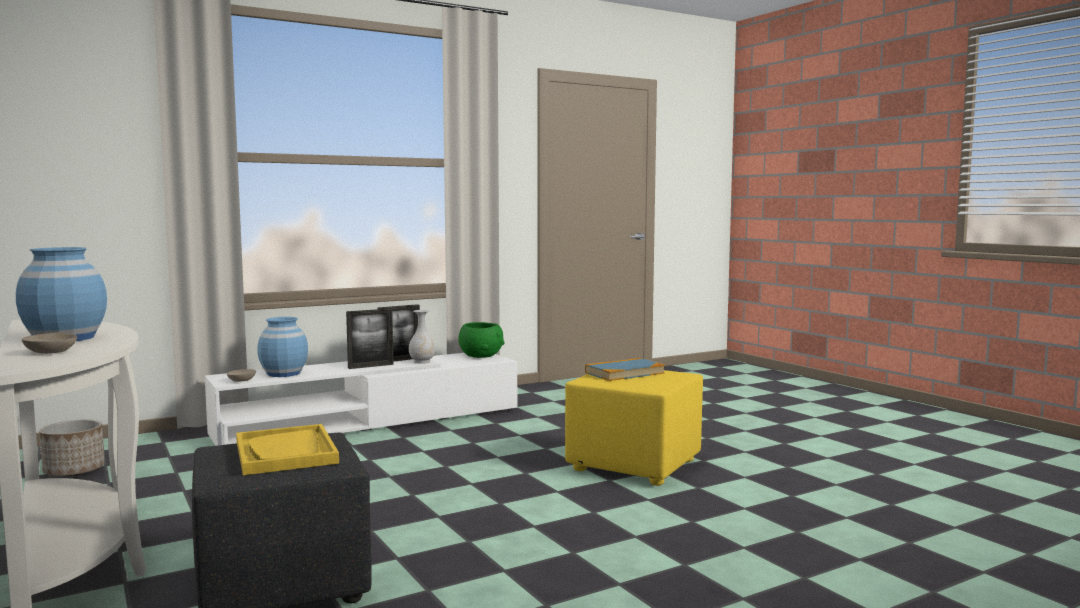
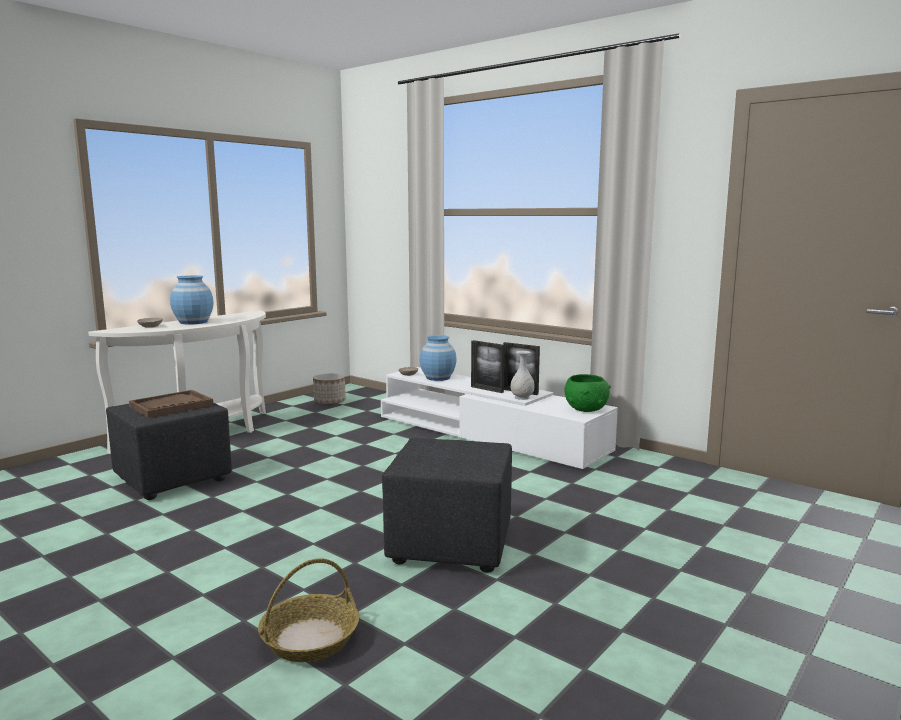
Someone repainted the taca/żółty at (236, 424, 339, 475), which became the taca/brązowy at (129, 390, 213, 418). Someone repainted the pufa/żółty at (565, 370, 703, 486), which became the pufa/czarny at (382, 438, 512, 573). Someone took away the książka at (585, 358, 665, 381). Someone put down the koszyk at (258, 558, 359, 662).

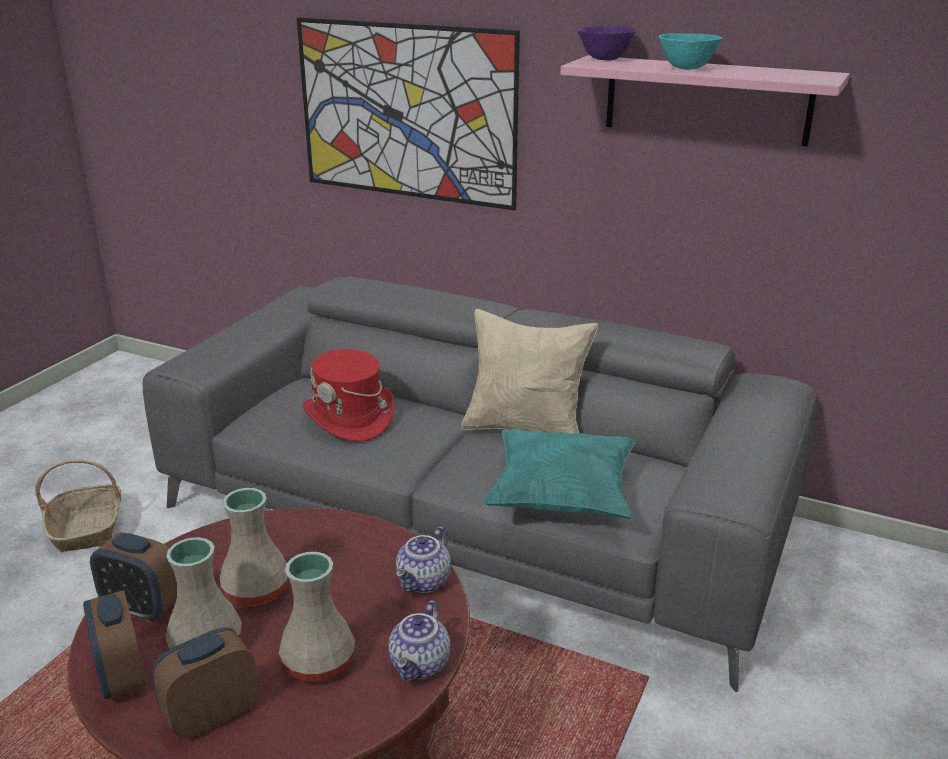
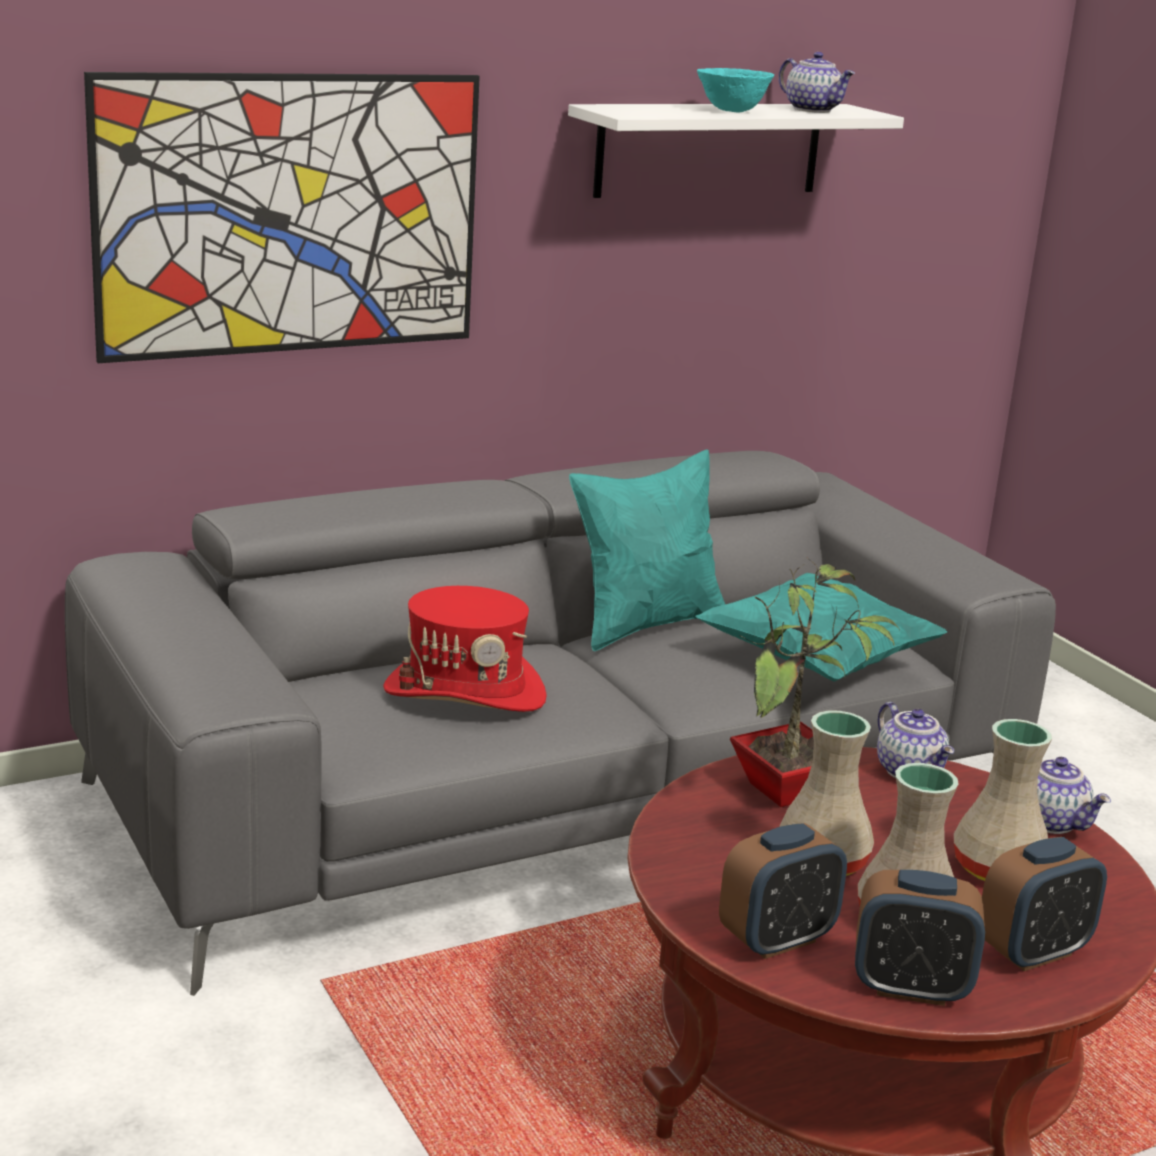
Someone took away the koszyk at (35, 459, 121, 552). Someone rotated the budzik at (152, 627, 259, 738) by 120 degrees counterclockwise. Someone repainted the poduszka/beżowy at (461, 309, 598, 434), which became the poduszka/turkusowy at (569, 449, 725, 651). Someone repainted the półka/różowy at (561, 55, 850, 147), which became the półka/biały at (568, 104, 904, 198). Someone took away the miska/fioletowy at (577, 26, 636, 61). Someone put down the roślina doniczkowa at (730, 557, 900, 807). Someone put down the imbryk at (778, 52, 855, 113).

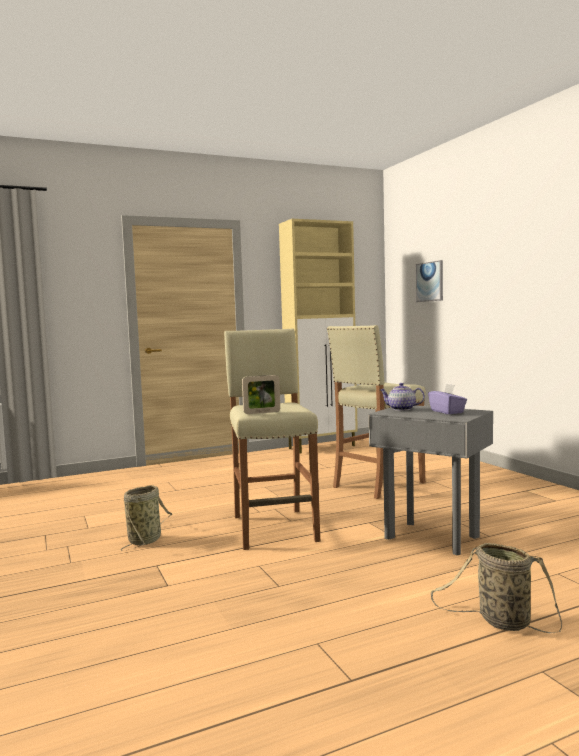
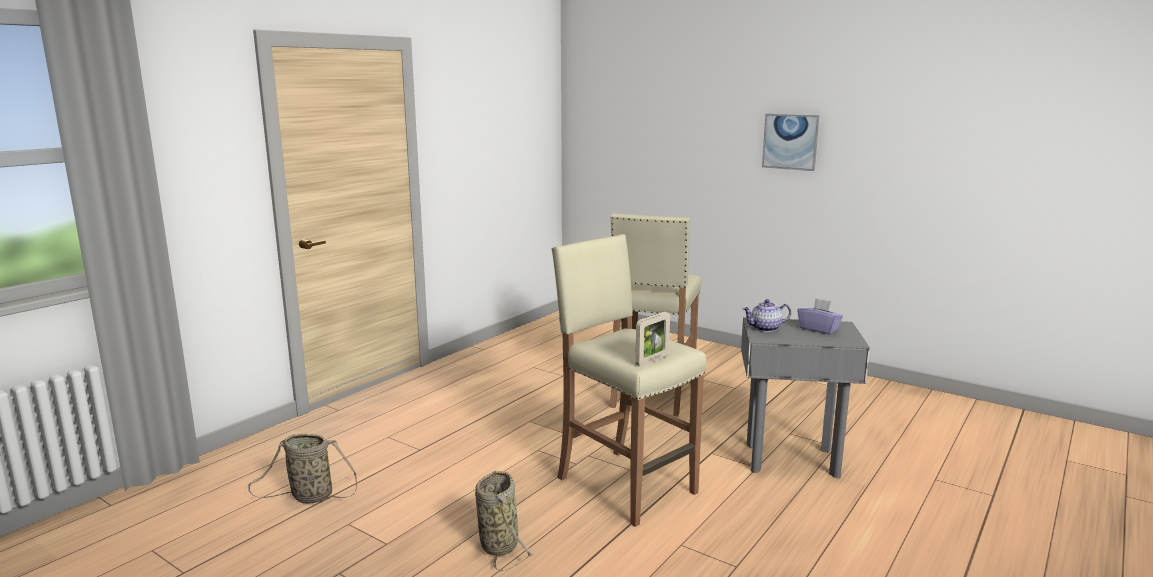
Someone took away the szafka/beżowy at (279, 219, 358, 454). Someone carried the obraz from (416, 260, 443, 302) to (762, 114, 820, 171). Someone carried the koszyk from (431, 543, 562, 633) to (248, 434, 357, 504).

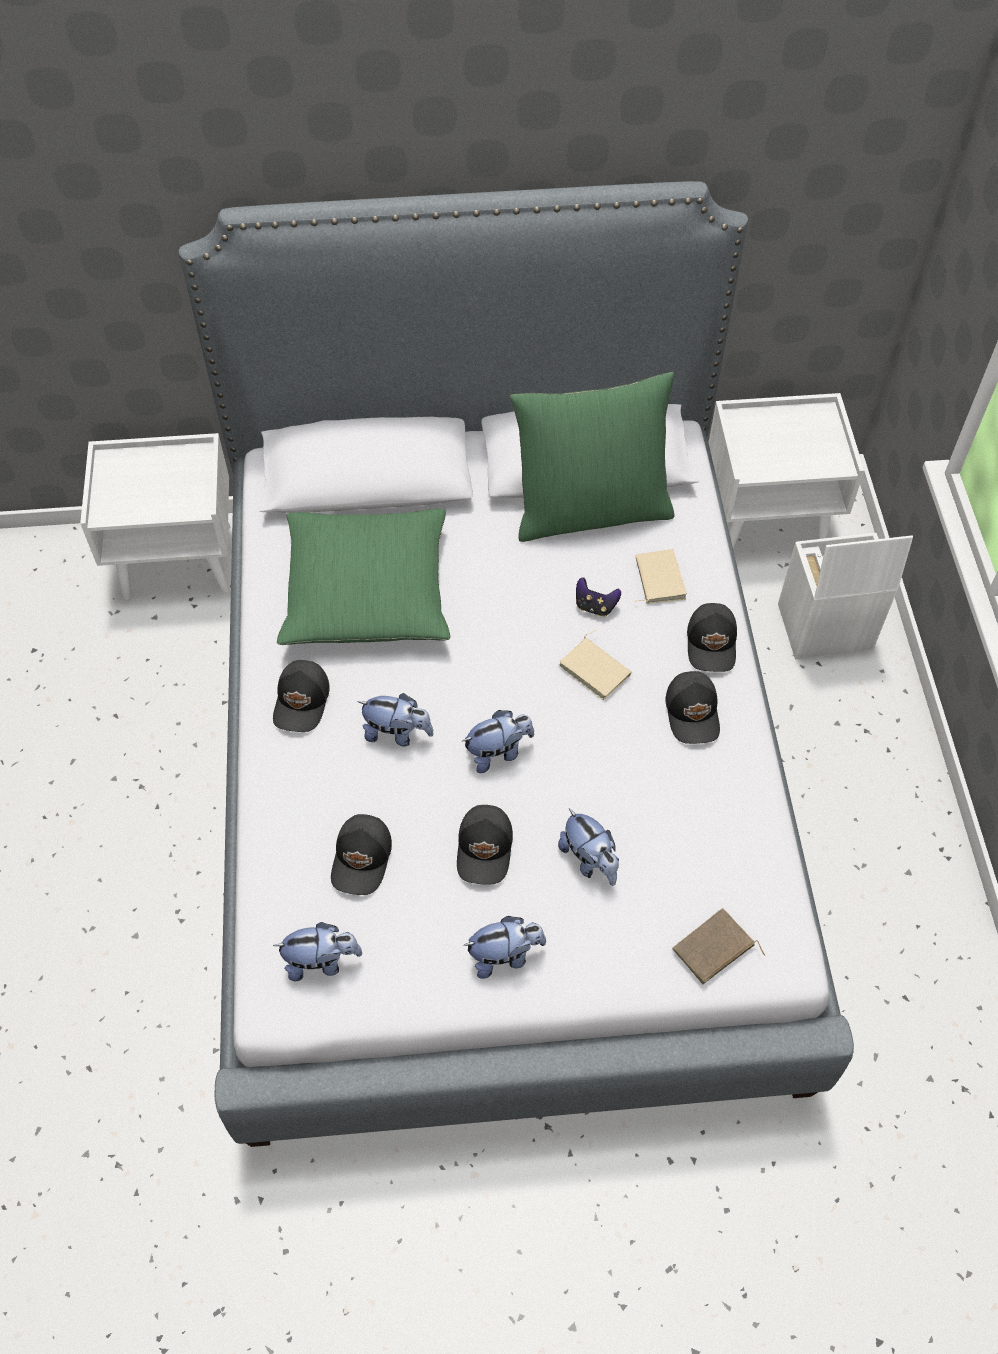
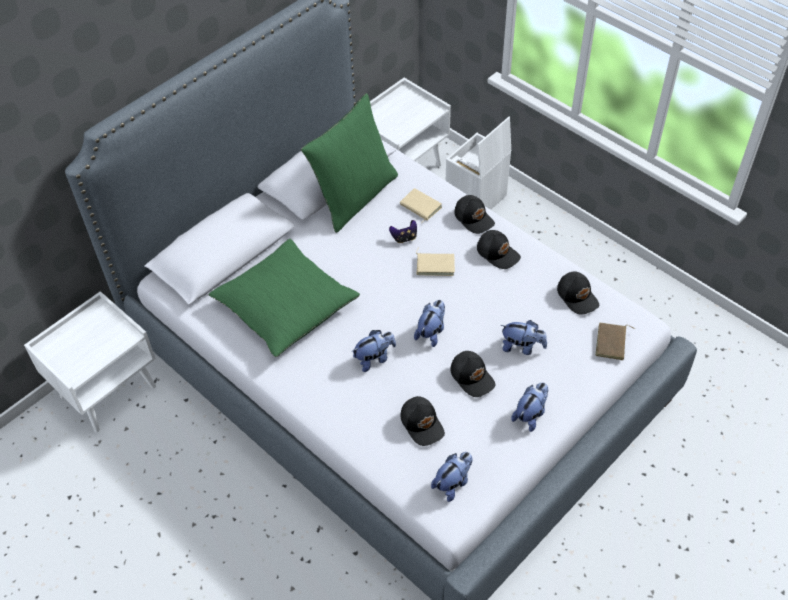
Someone carried the czapka z daszkiem/czarny from (273, 660, 330, 732) to (557, 271, 599, 315).

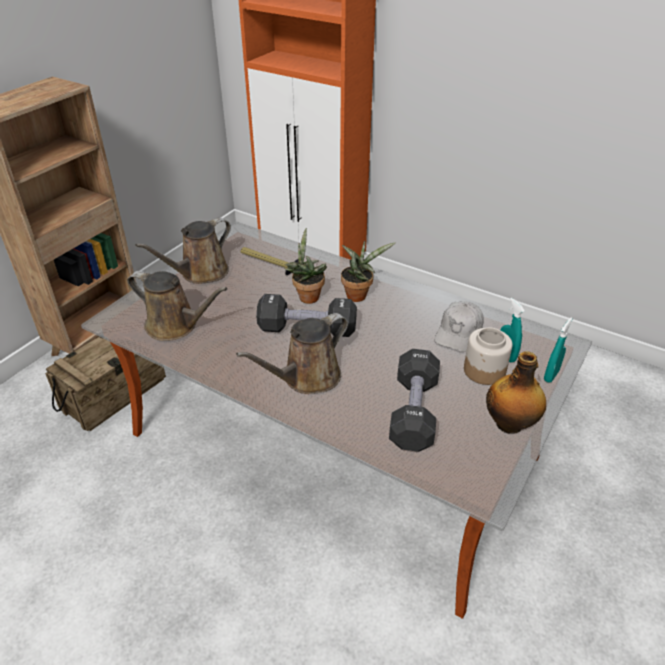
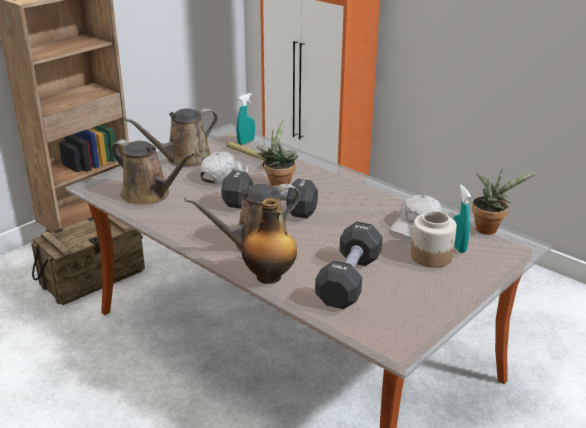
Someone carried the roślina doniczkowa from (341, 241, 396, 302) to (472, 168, 536, 235). Someone carried the butelka from (486, 351, 546, 434) to (242, 198, 297, 284). Someone carried the spryskiwacz/turkusowy from (544, 318, 572, 383) to (236, 93, 255, 145). Someone put down the czapka z daszkiem/biały at (200, 152, 248, 184).

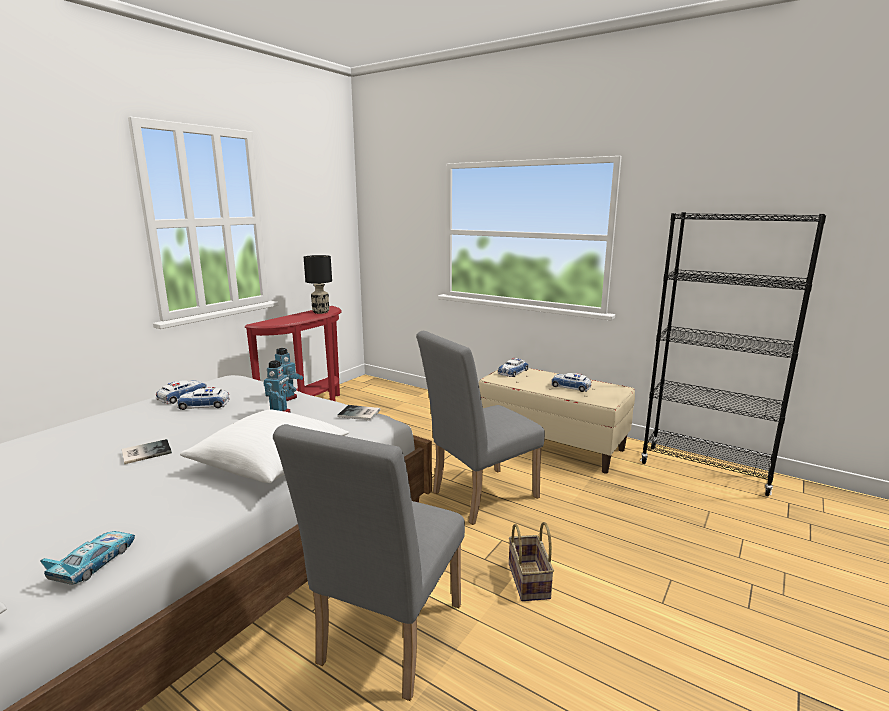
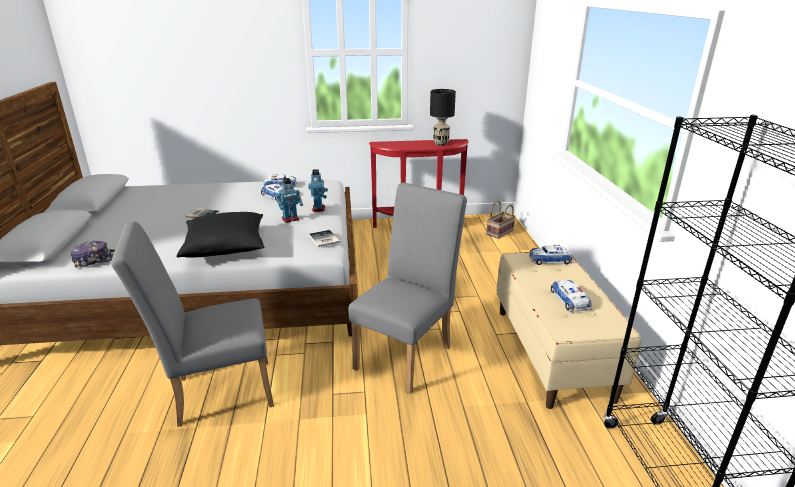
Someone swapped the samochodzik at (40, 531, 135, 585) for the czapka z daszkiem at (71, 241, 115, 268). Someone repainted the poduszka/biały at (180, 410, 349, 483), which became the poduszka/czarny at (177, 212, 264, 258). Someone rotated the krzesło/szary at (416, 331, 545, 525) by 105 degrees clockwise. Someone carried the koszyk from (509, 522, 554, 601) to (486, 201, 515, 239).

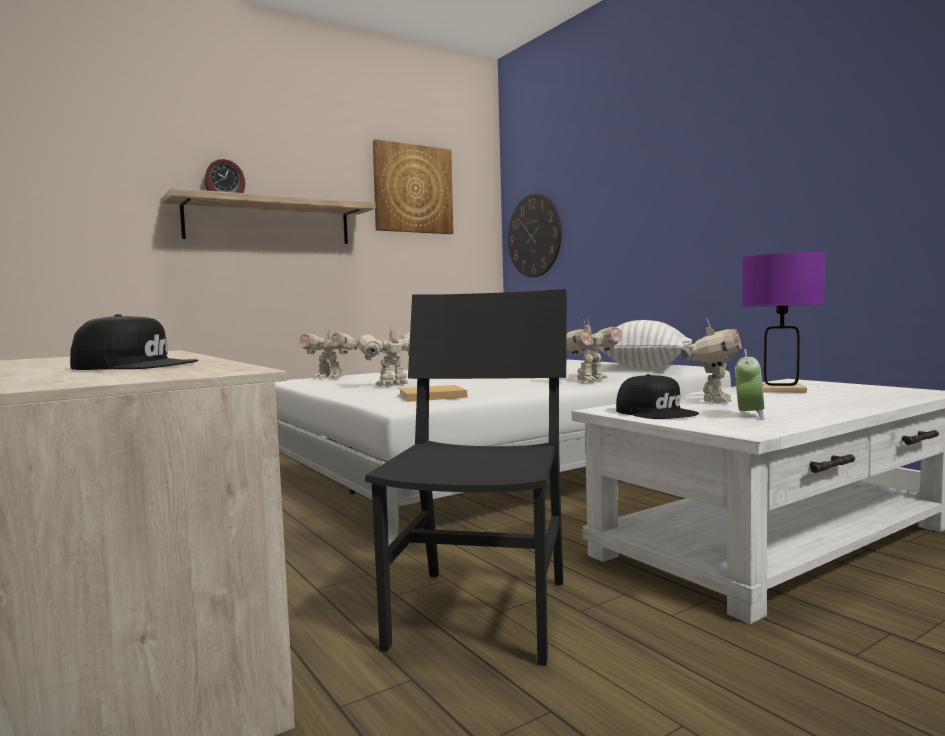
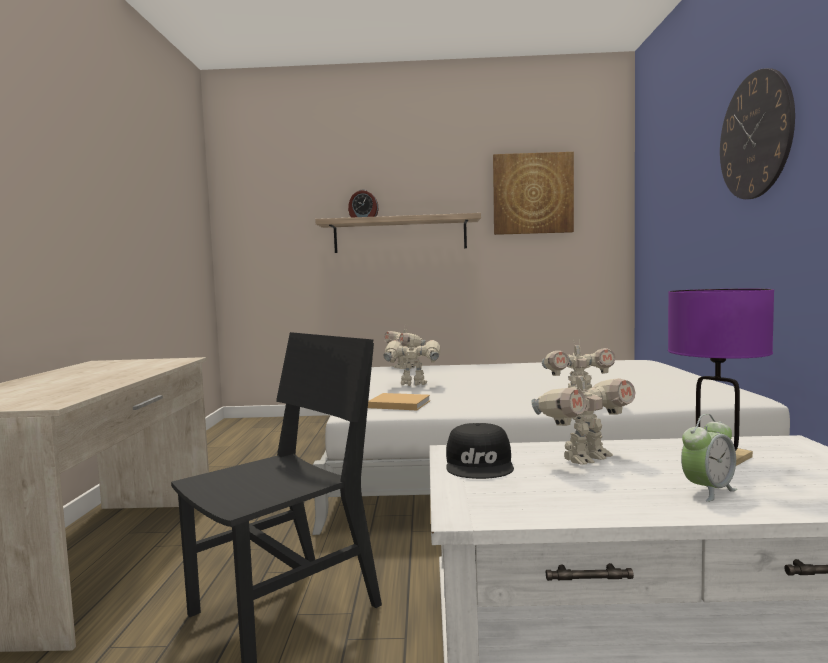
Someone took away the czapka z daszkiem/czarny at (70, 314, 198, 370). Someone carried the zegar ścienny from (508, 194, 562, 277) to (720, 68, 795, 199). Someone took away the poduszka/biały at (596, 320, 692, 368). Someone carried the budzik from (735, 349, 765, 420) to (681, 414, 737, 502).

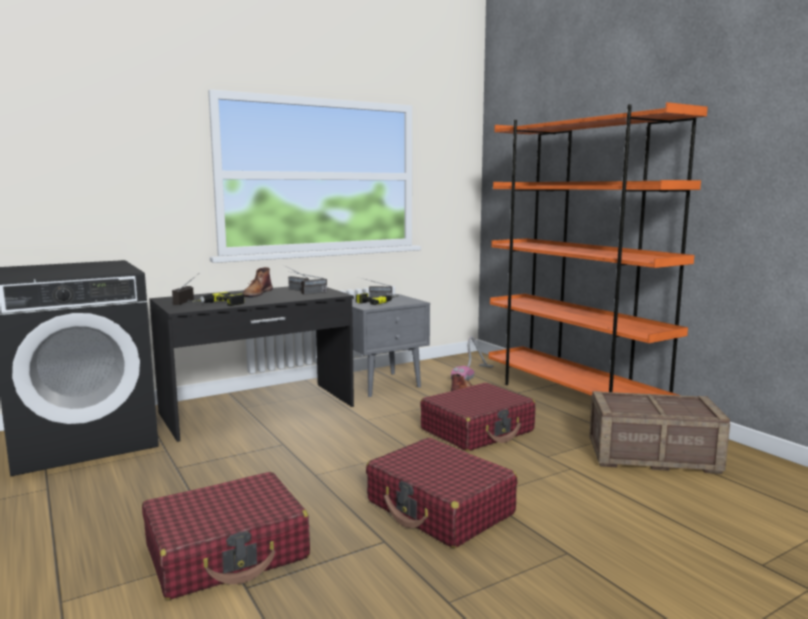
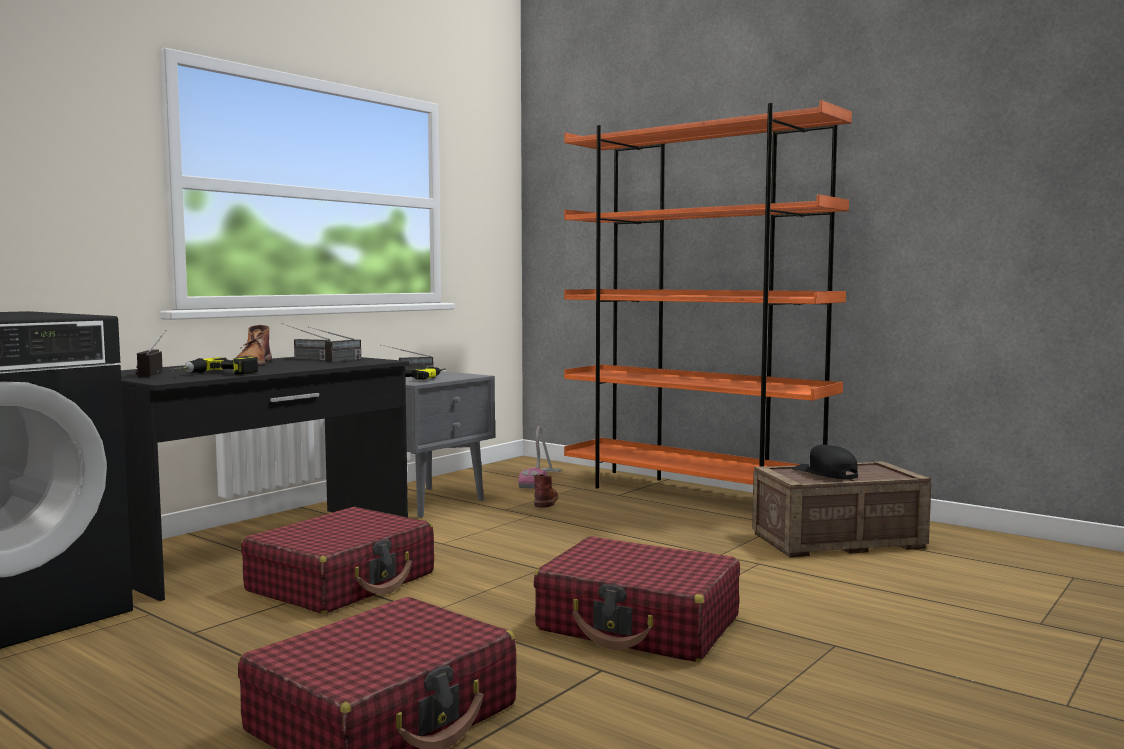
Someone carried the walizka/czerwony from (420, 383, 535, 451) to (241, 507, 434, 614). Someone put down the czapka z daszkiem/czarny at (792, 445, 858, 479).

